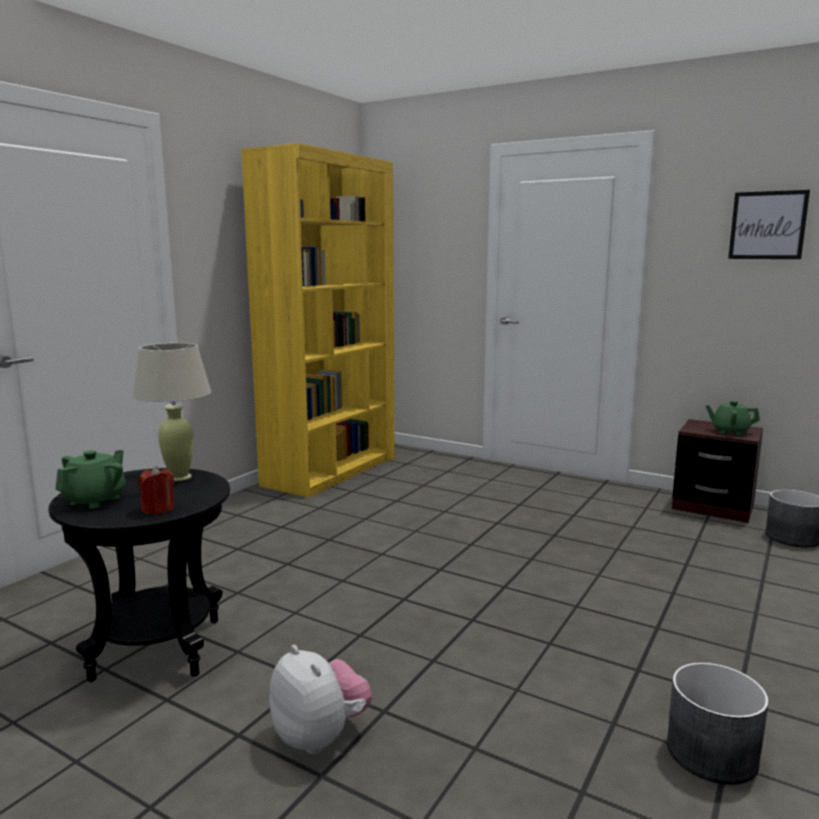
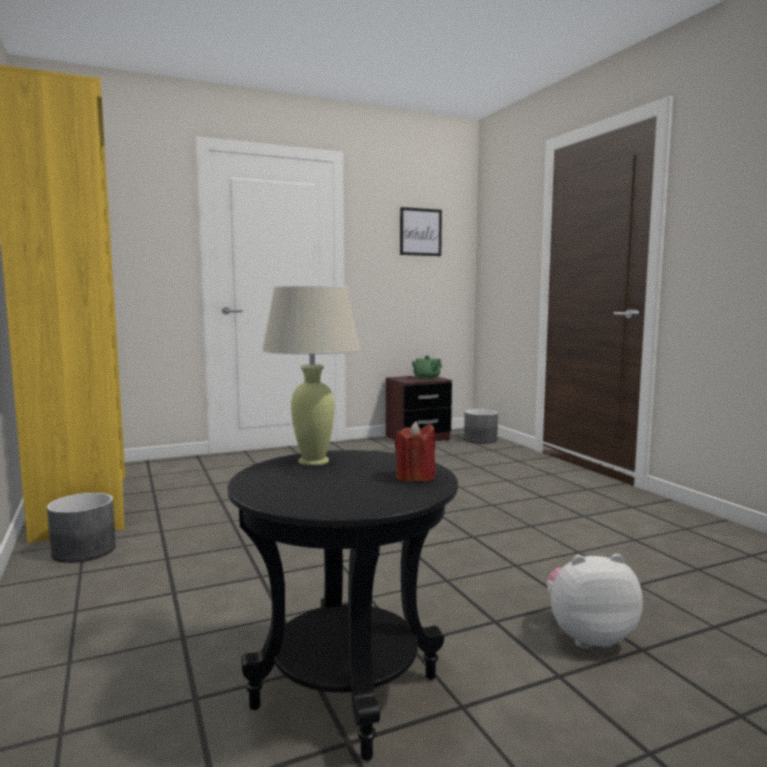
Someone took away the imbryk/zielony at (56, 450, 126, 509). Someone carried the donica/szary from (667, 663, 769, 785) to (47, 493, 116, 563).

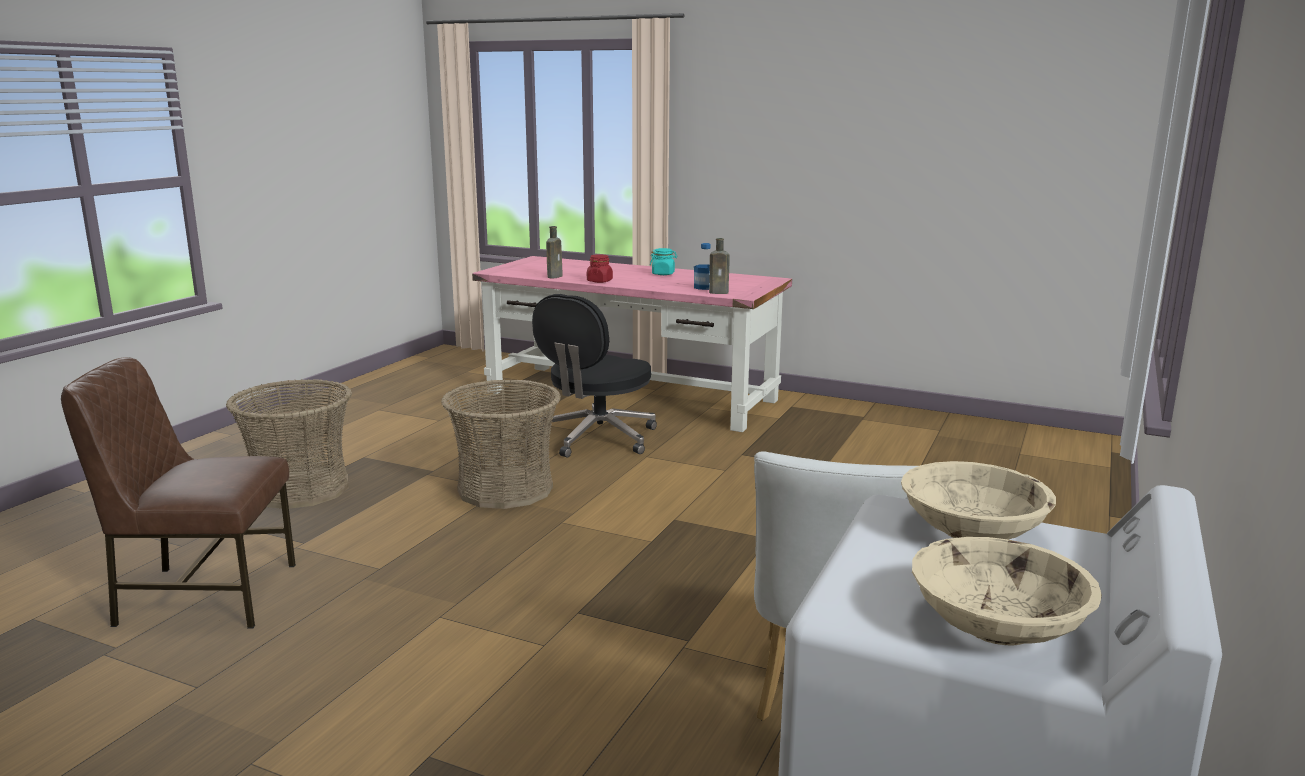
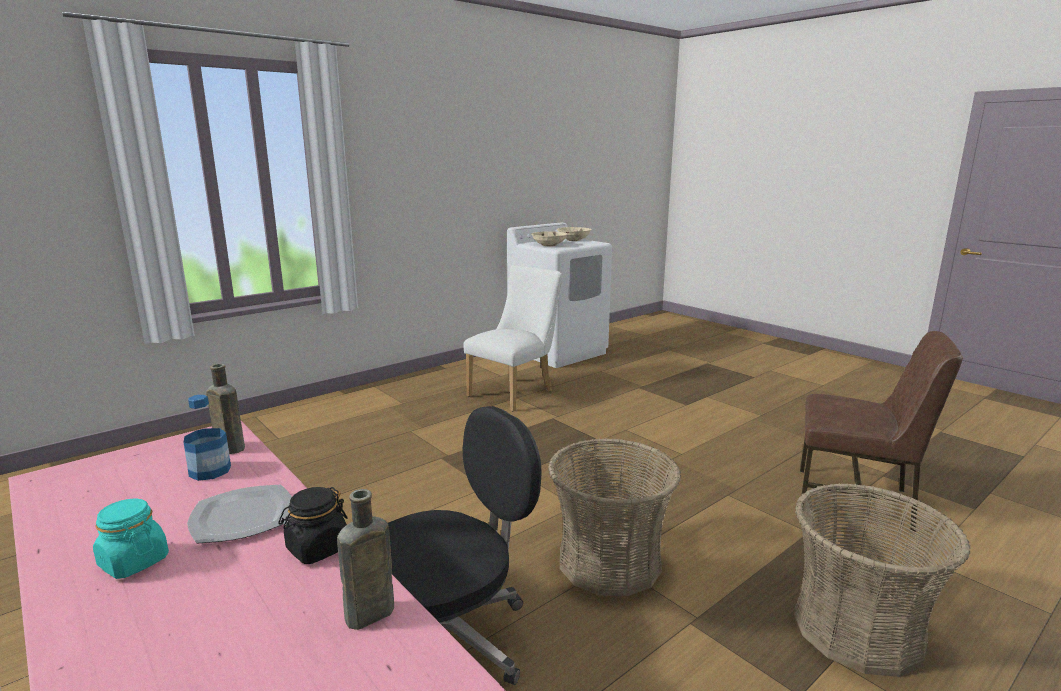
Someone repainted the słoik/czerwony at (587, 254, 613, 283), which became the słoik/czarny at (278, 487, 348, 564). Someone put down the talerz at (187, 485, 292, 543).

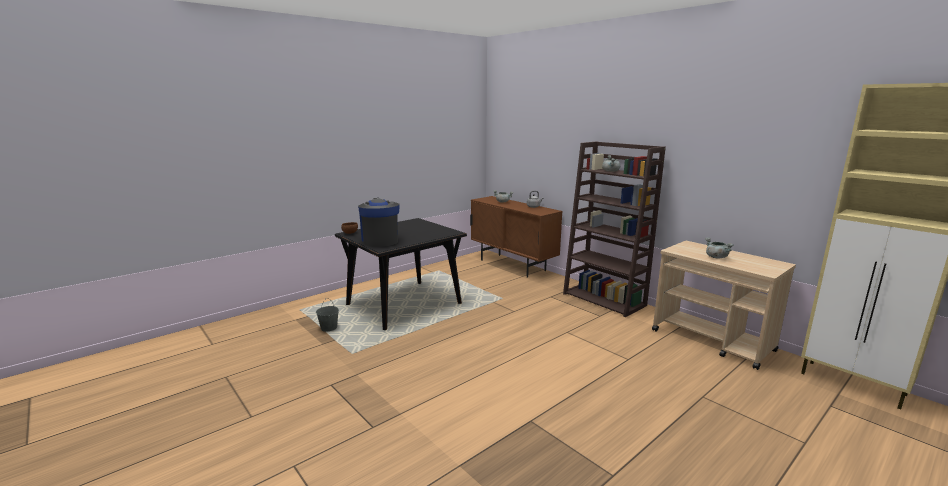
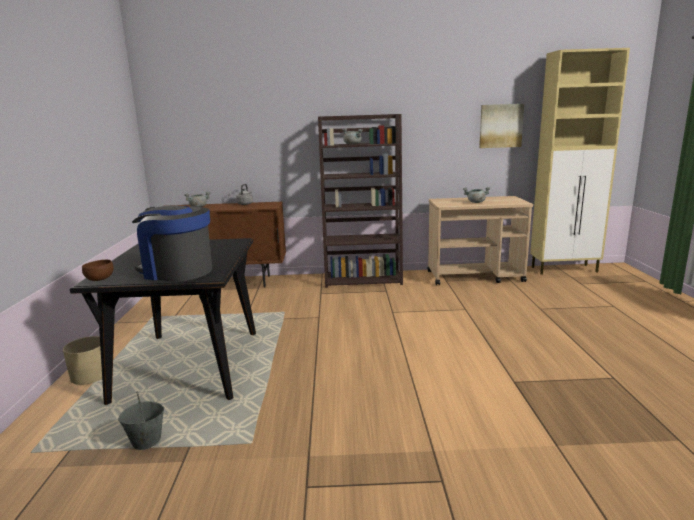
Someone put down the donica/beżowy at (63, 336, 102, 385). Someone put up the obraz at (479, 104, 524, 148).

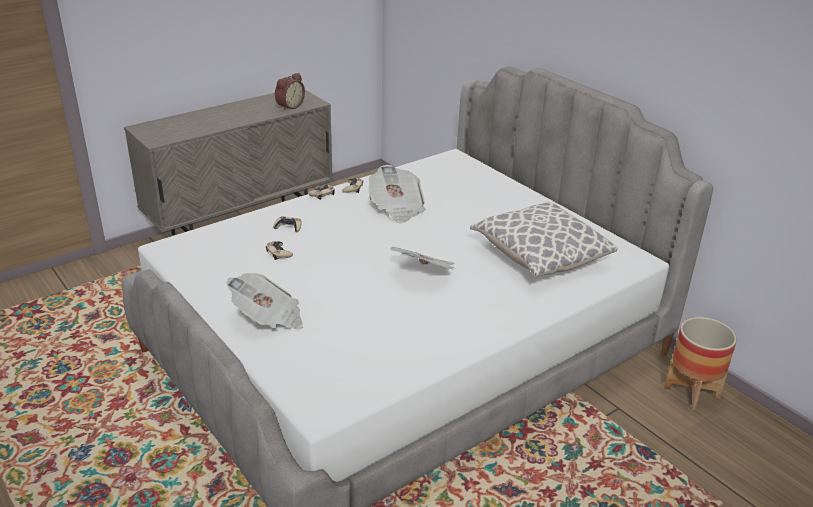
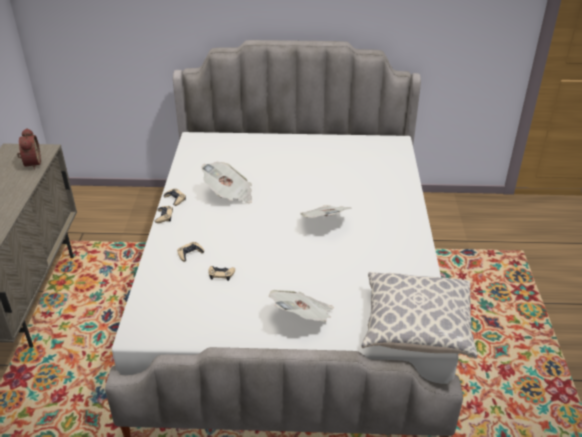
Someone carried the poduszka from (470, 203, 617, 278) to (361, 272, 478, 359). Someone took away the donica at (664, 317, 737, 411).

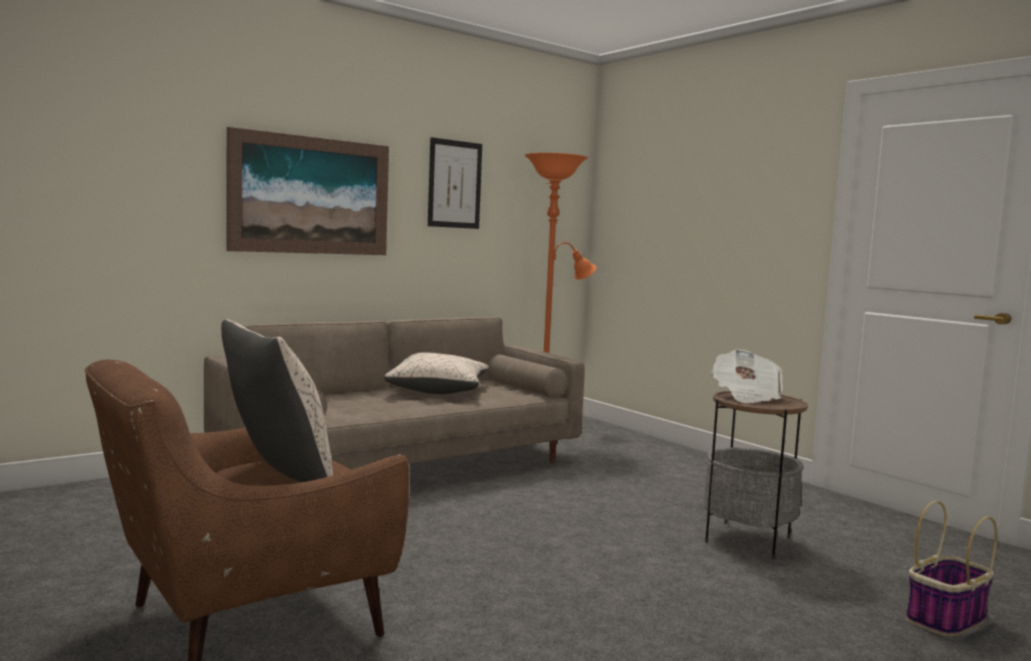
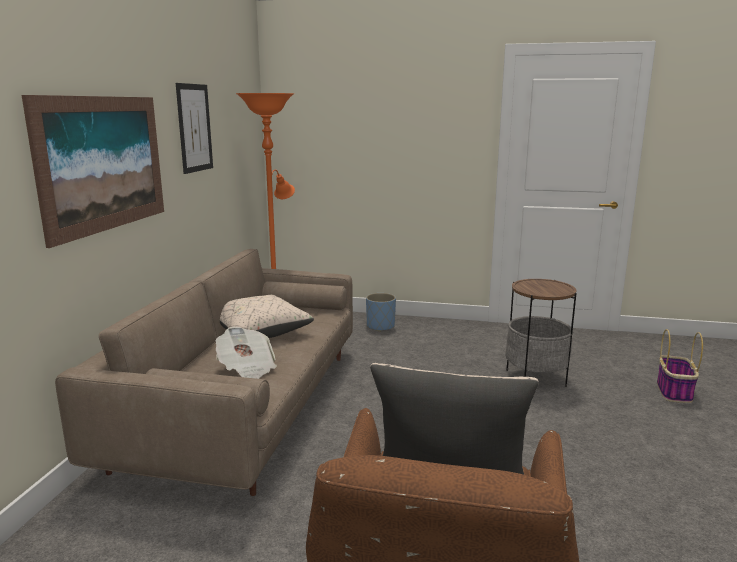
Someone carried the gazeta from (711, 349, 783, 404) to (215, 326, 277, 379). Someone put down the donica/niebieski at (366, 293, 396, 332).

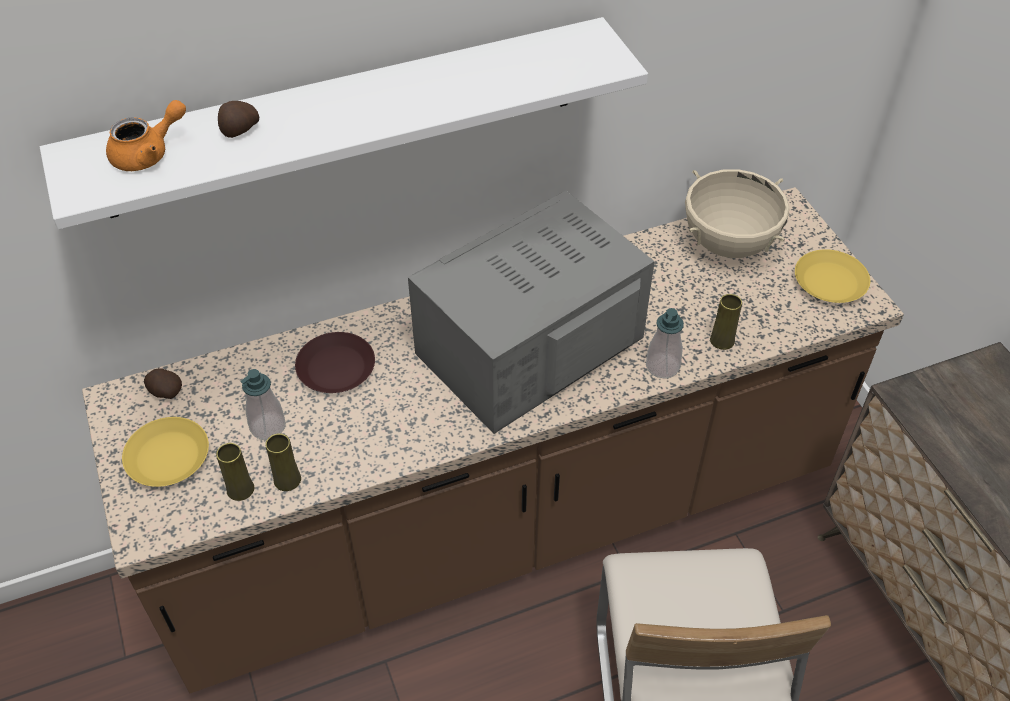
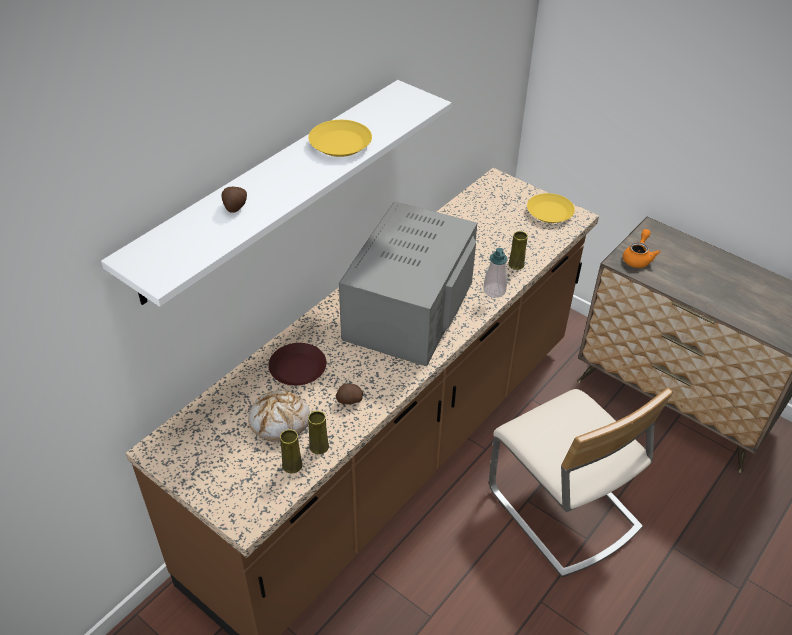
Someone carried the imbryk/pomarańczowy from (106, 100, 186, 171) to (623, 229, 660, 268). Someone carried the talerz/żółty from (122, 417, 209, 487) to (308, 120, 372, 157). Someone carried the ziemniak from (144, 368, 182, 399) to (336, 384, 363, 405). Someone swapped the dozownik mydła at (240, 369, 286, 440) for the chleb at (248, 390, 310, 442). Someone took away the garnek/beżowy at (685, 169, 789, 258).

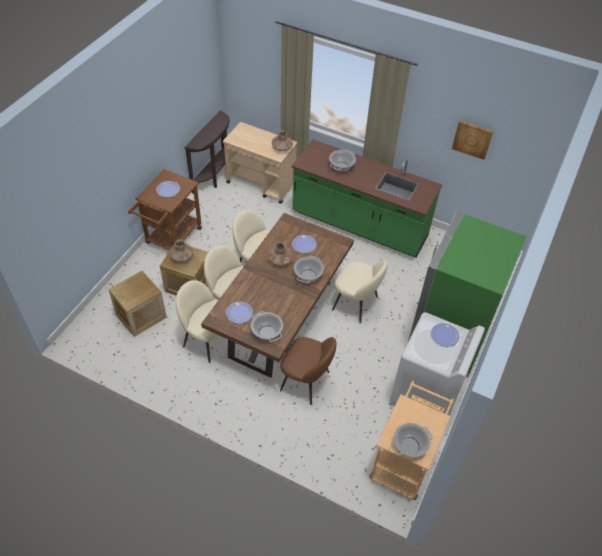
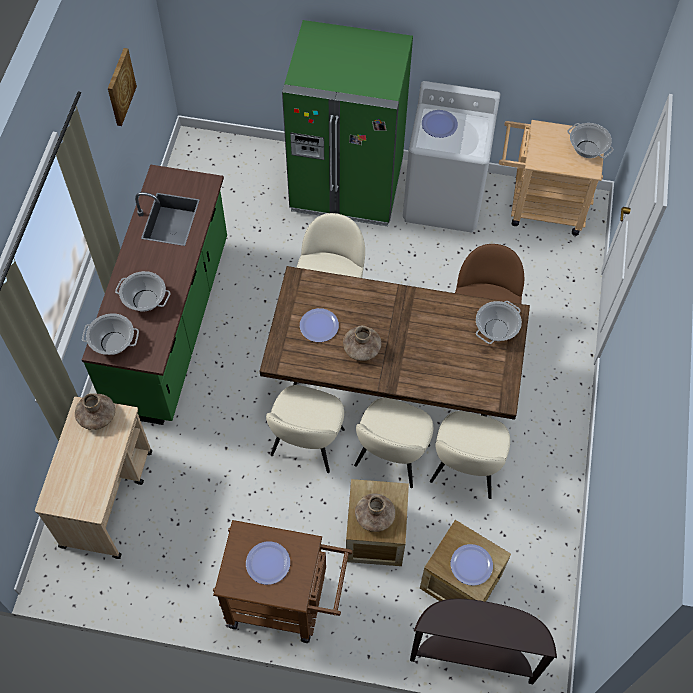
Someone carried the stolik konsolowy/brązowy from (185, 110, 230, 194) to (410, 599, 557, 684). Someone carried the talerz from (226, 302, 253, 324) to (451, 544, 493, 586). Someone carried the garnek from (294, 256, 324, 283) to (82, 313, 139, 355).

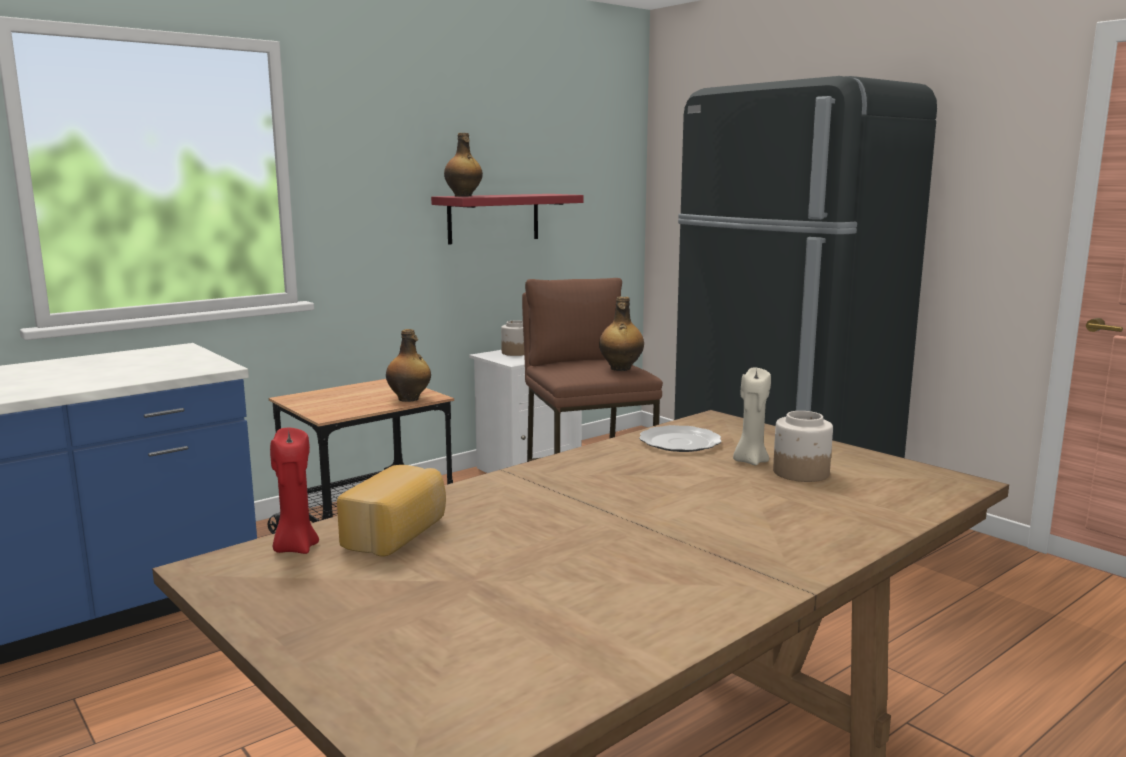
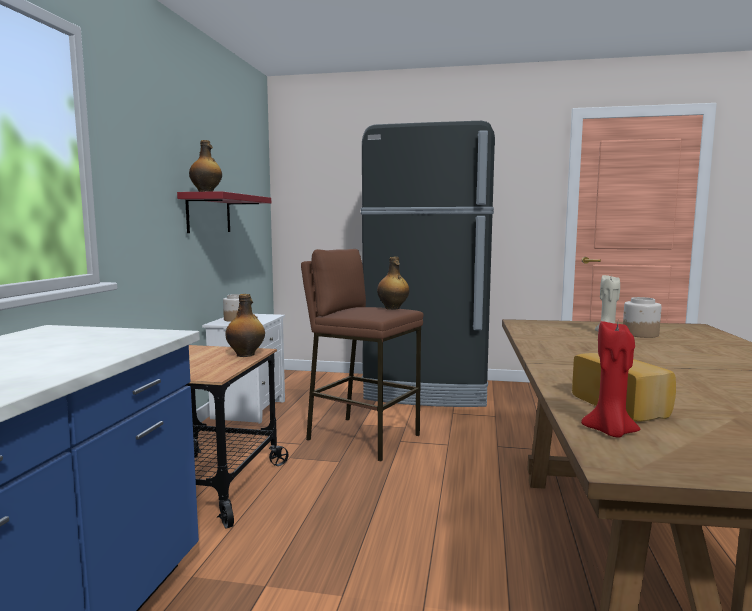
Someone took away the talerz at (639, 425, 722, 452).

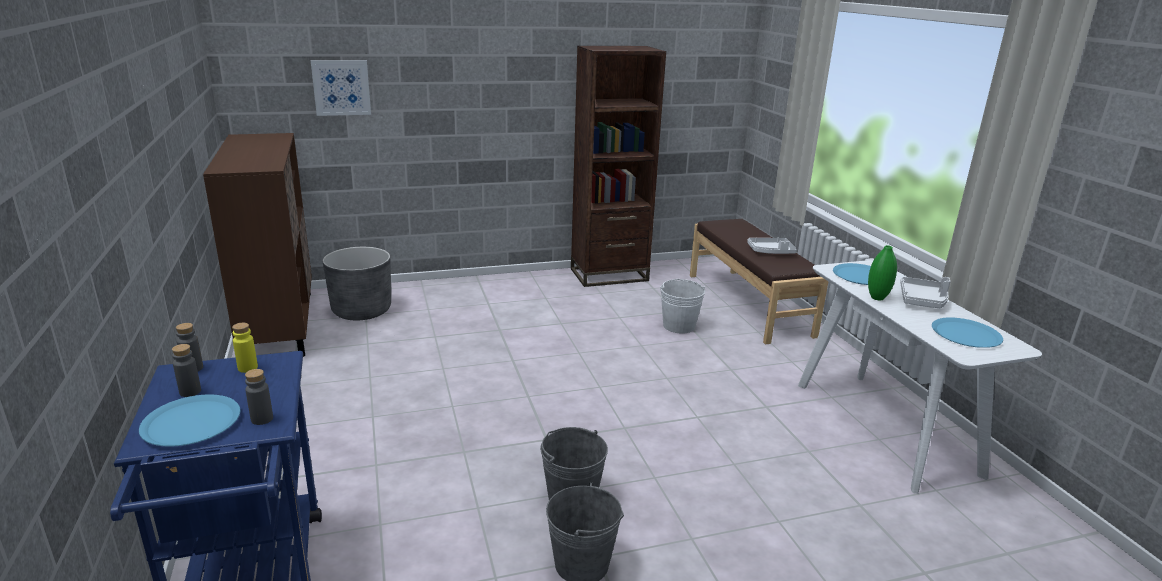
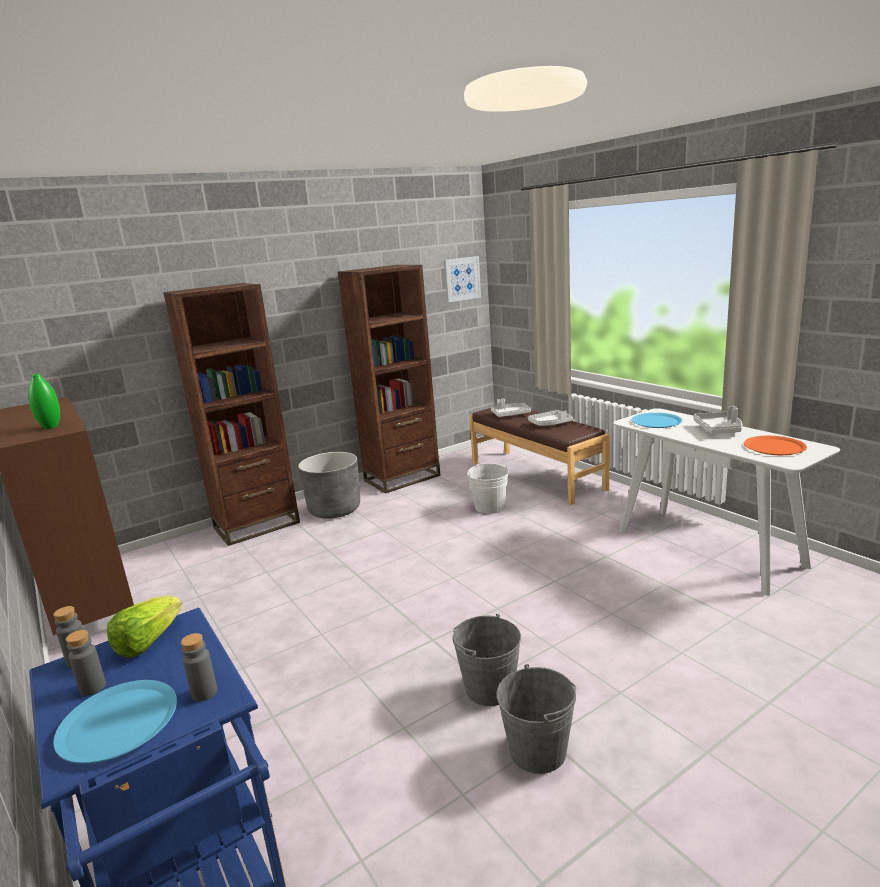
Someone swapped the butelka/żółty at (232, 323, 258, 373) for the sałata at (107, 595, 182, 658). Someone carried the obraz from (311, 60, 371, 116) to (444, 256, 481, 303). Someone carried the donica/szary from (323, 247, 391, 320) to (298, 452, 360, 519). Someone carried the wazon/zielony from (868, 245, 897, 301) to (28, 374, 60, 429). Someone repainted the talerz/niebieski at (932, 317, 1003, 348), which became the talerz/pomarańczowy at (744, 436, 807, 455). Someone put down the regał/brązowy at (163, 283, 300, 546). Someone put down the taca/biały at (491, 399, 531, 417).

